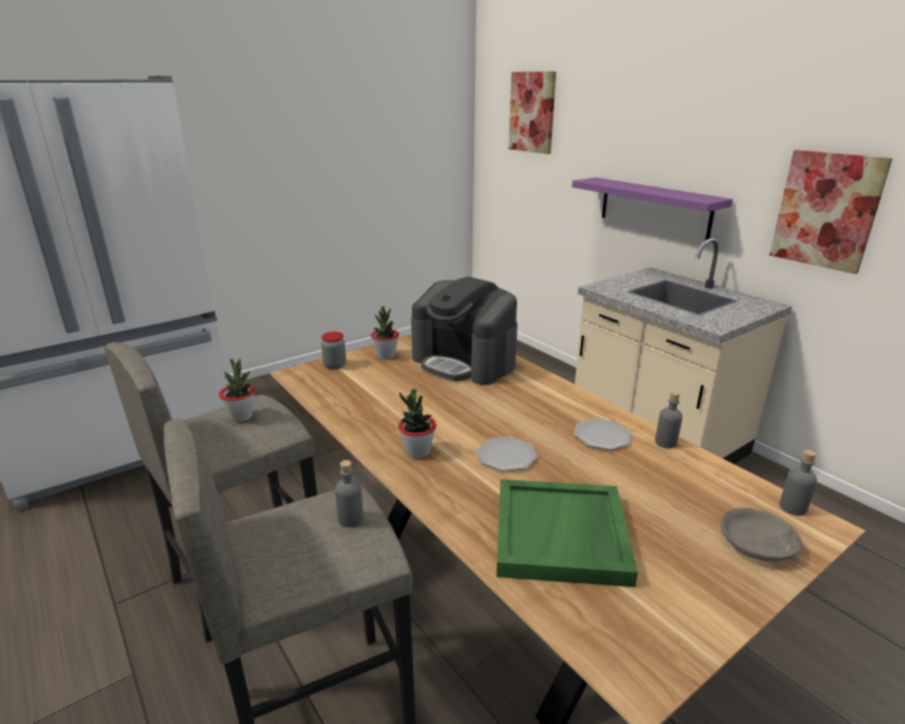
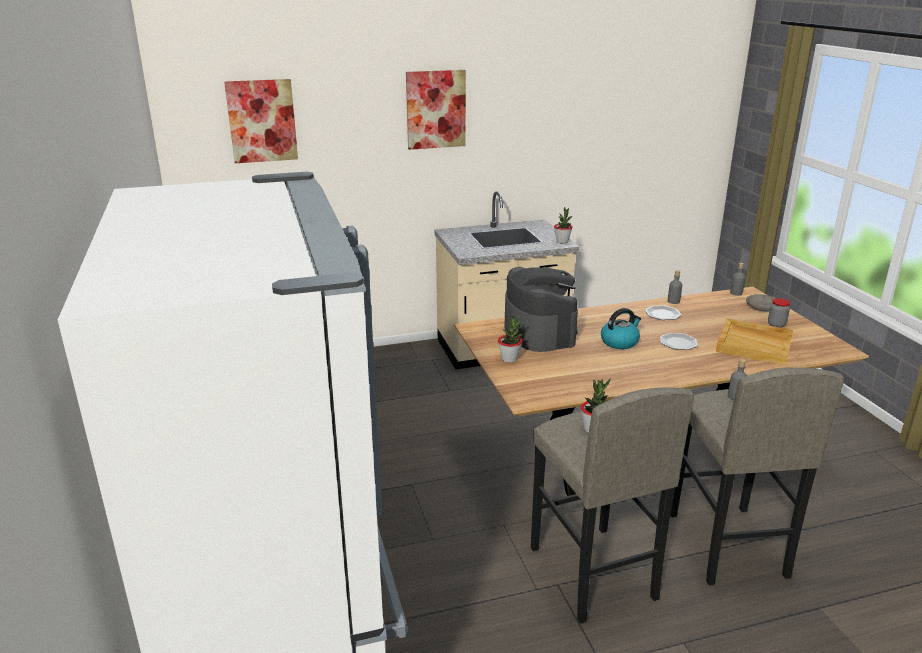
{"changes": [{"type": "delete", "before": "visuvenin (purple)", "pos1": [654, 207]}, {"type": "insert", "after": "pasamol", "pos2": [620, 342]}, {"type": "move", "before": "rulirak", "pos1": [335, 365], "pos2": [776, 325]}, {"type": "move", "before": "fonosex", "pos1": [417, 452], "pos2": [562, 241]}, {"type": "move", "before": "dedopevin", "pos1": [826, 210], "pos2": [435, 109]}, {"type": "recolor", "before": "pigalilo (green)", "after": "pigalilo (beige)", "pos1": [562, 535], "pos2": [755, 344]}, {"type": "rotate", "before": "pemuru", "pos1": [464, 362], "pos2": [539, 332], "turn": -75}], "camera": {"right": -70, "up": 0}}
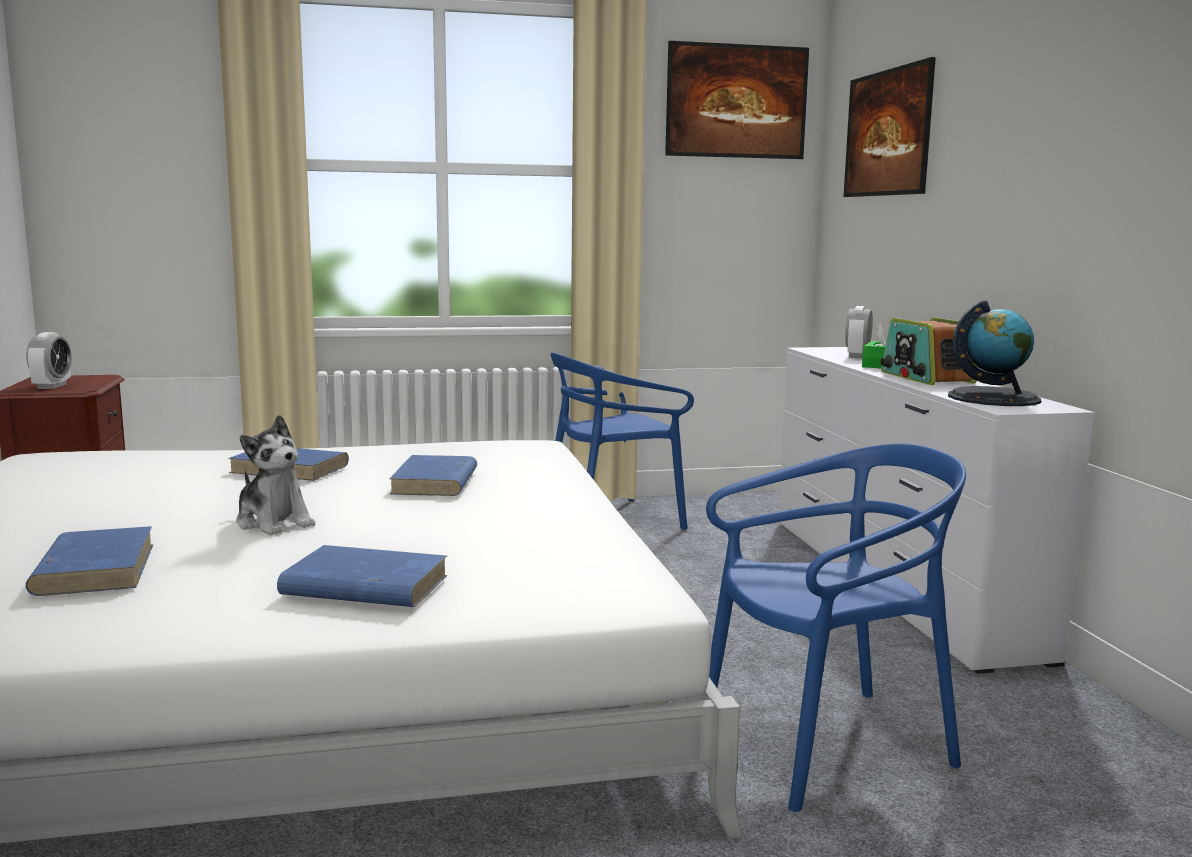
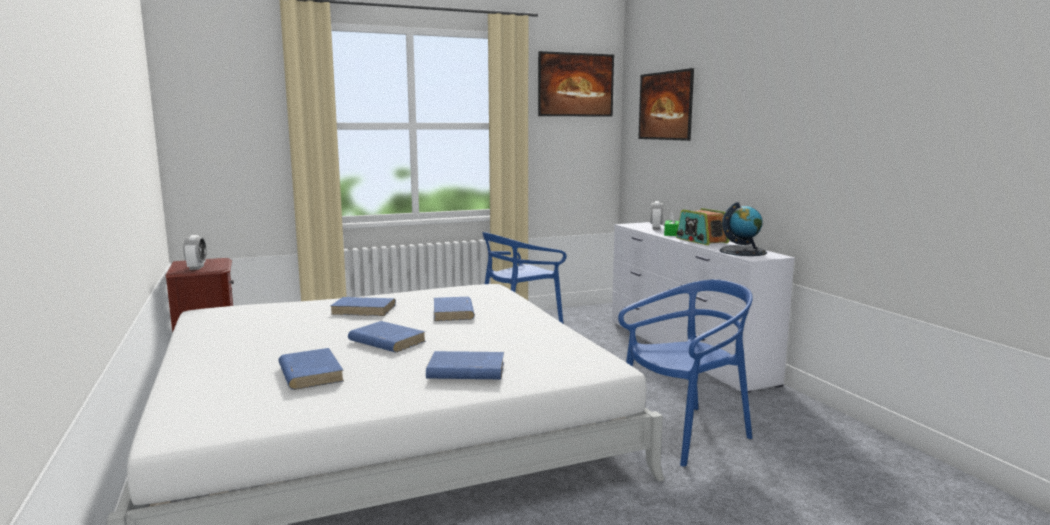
{"changes": [{"type": "replace", "before": "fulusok", "after": "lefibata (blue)", "pos1": [274, 522], "pos2": [386, 341]}], "camera": {"right": -10, "up": 0}}
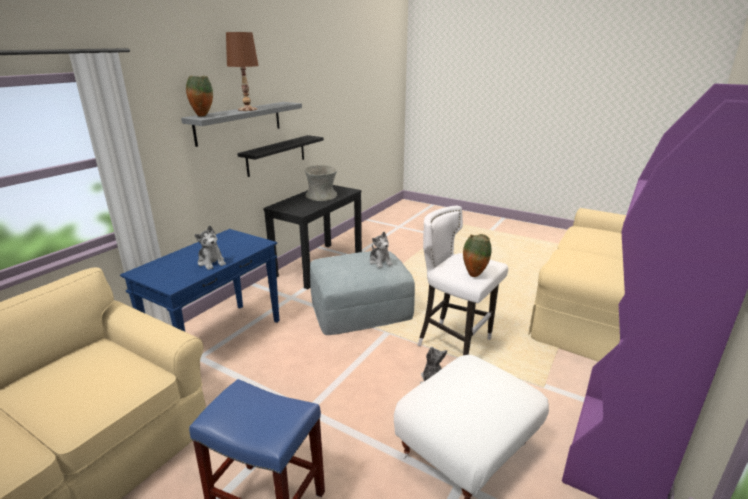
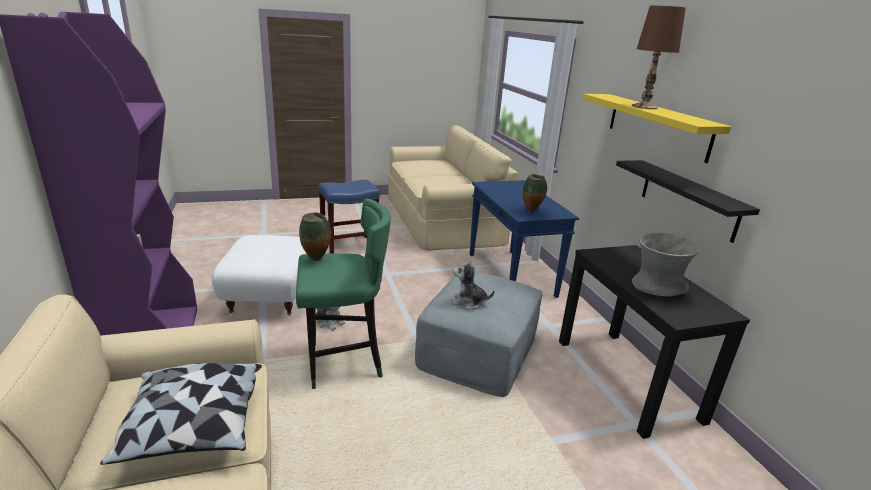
{"changes": [{"type": "delete", "before": "fulusok", "pos1": [211, 262]}, {"type": "insert", "after": "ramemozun", "pos2": [194, 427]}, {"type": "move", "before": "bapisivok", "pos1": [203, 116], "pos2": [532, 211]}, {"type": "recolor", "before": "visuvenin (grey)", "after": "visuvenin (yellow)", "pos1": [239, 122], "pos2": [657, 125]}, {"type": "recolor", "before": "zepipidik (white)", "after": "zepipidik (green)", "pos1": [455, 344], "pos2": [343, 363]}], "camera": {"right": 130, "up": 0}}
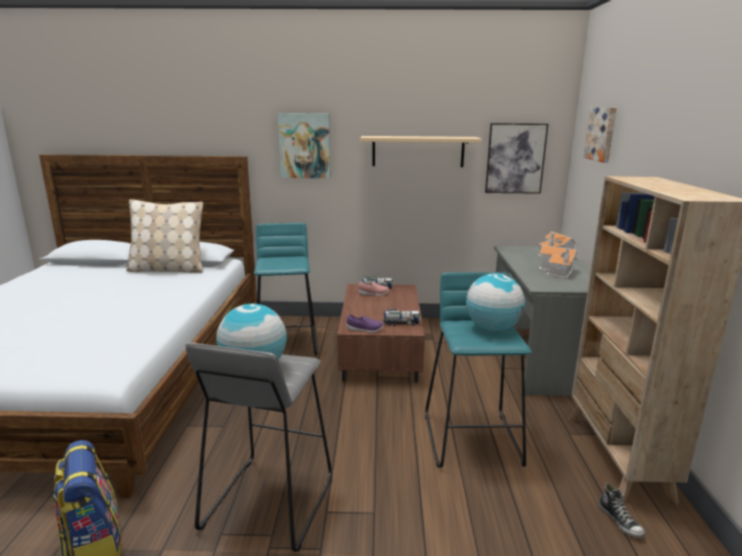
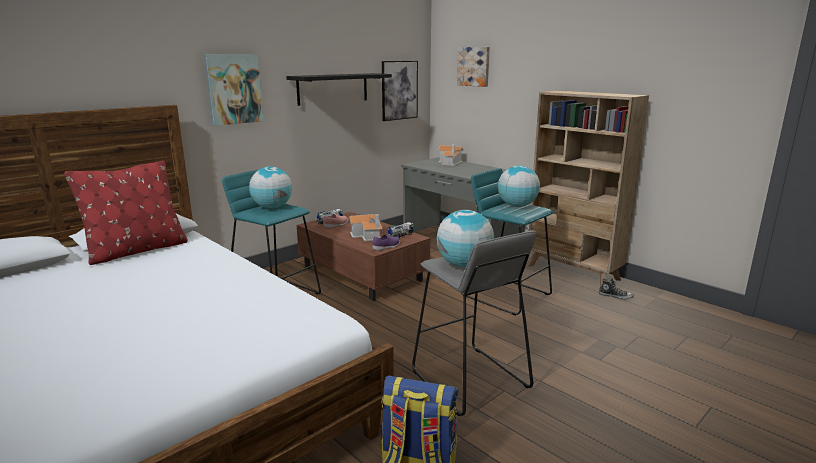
{"changes": [{"type": "insert", "after": "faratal", "pos2": [272, 207]}, {"type": "move", "before": "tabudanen", "pos1": [558, 271], "pos2": [367, 235]}, {"type": "recolor", "before": "ramemozun (beige)", "after": "ramemozun (red)", "pos1": [168, 269], "pos2": [137, 250]}, {"type": "recolor", "before": "visuvenin (beige)", "after": "visuvenin (black)", "pos1": [418, 151], "pos2": [333, 88]}], "camera": {"right": -45, "up": 0}}
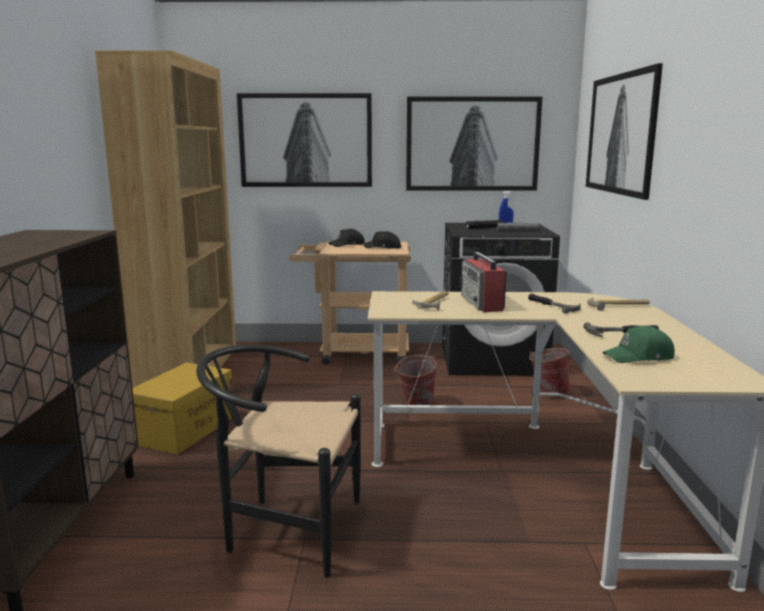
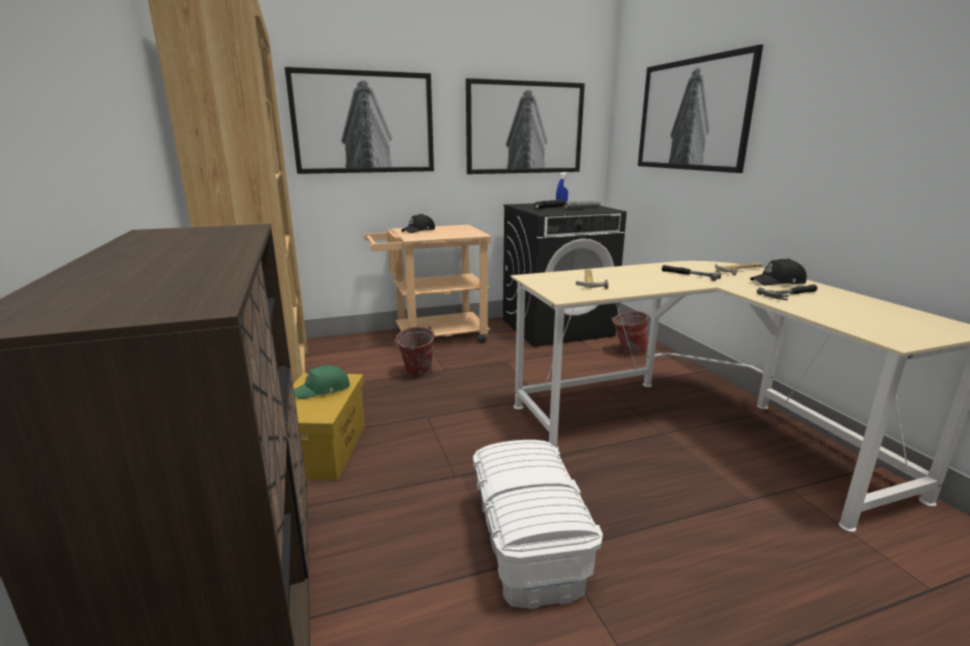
{"changes": [{"type": "delete", "before": "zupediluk", "pos1": [482, 303]}, {"type": "move", "before": "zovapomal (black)", "pos1": [382, 247], "pos2": [778, 282]}, {"type": "move", "before": "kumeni", "pos1": [415, 405], "pos2": [416, 373]}, {"type": "move", "before": "zovapomal (green)", "pos1": [639, 357], "pos2": [322, 390]}, {"type": "replace", "before": "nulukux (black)", "after": "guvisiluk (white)", "pos1": [284, 528], "pos2": [528, 544]}], "camera": {"right": -20, "up": 5}}
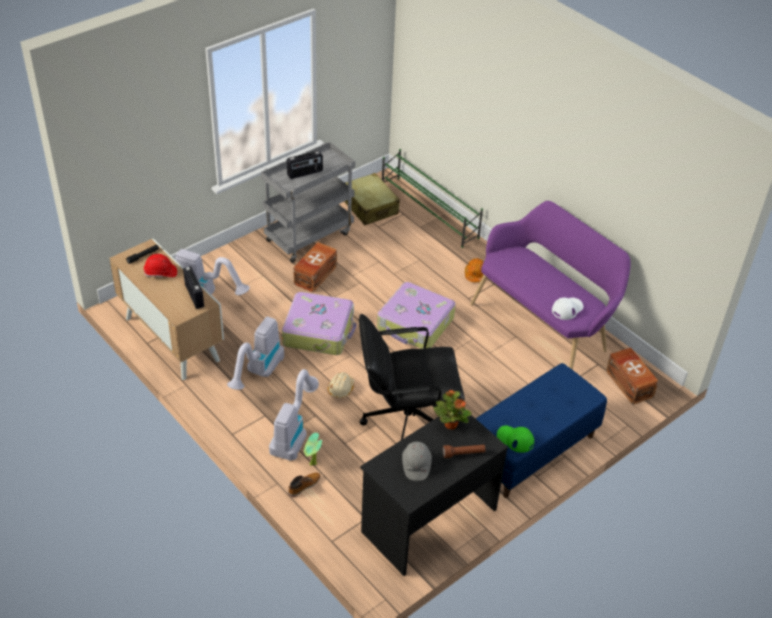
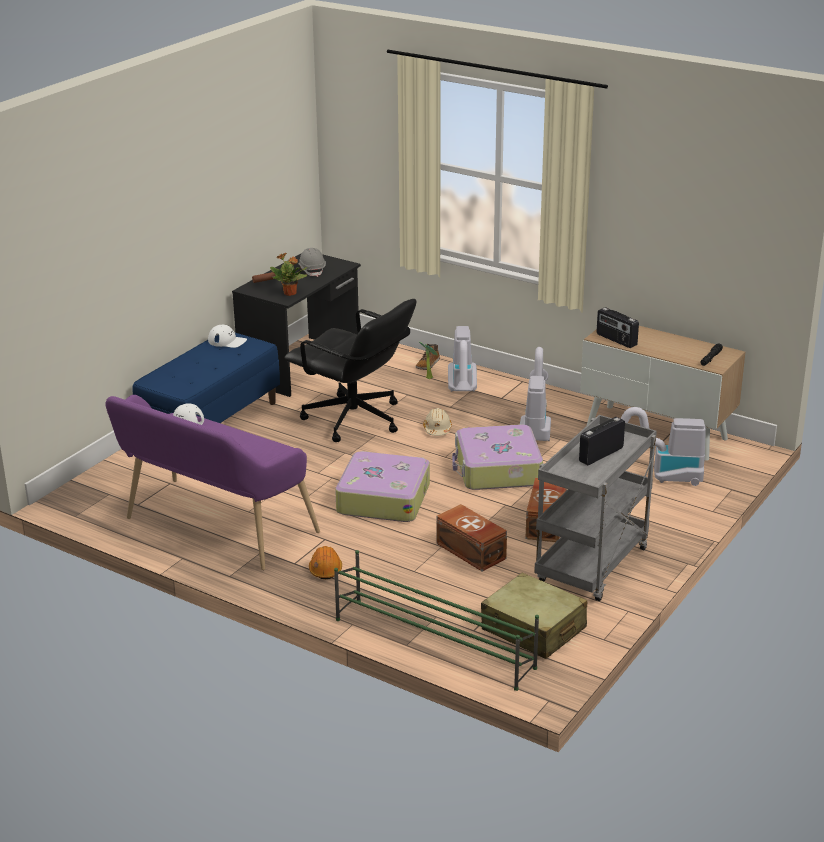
{"changes": [{"type": "delete", "before": "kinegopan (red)", "pos1": [160, 273]}, {"type": "move", "before": "guvisiluk (brown)", "pos1": [629, 383], "pos2": [471, 552]}, {"type": "recolor", "before": "zovapomal (green)", "after": "zovapomal (white)", "pos1": [515, 439], "pos2": [227, 341]}, {"type": "rotate", "before": "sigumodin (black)", "pos1": [405, 420], "pos2": [354, 420], "turn": 60}], "camera": {"right": 165, "up": -15}}
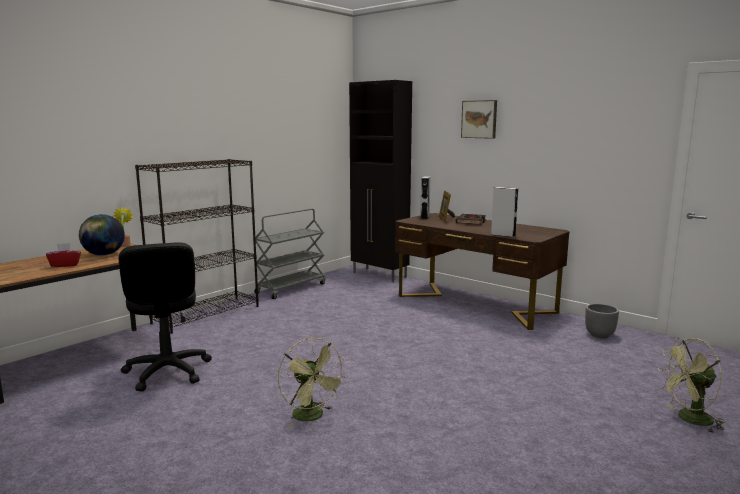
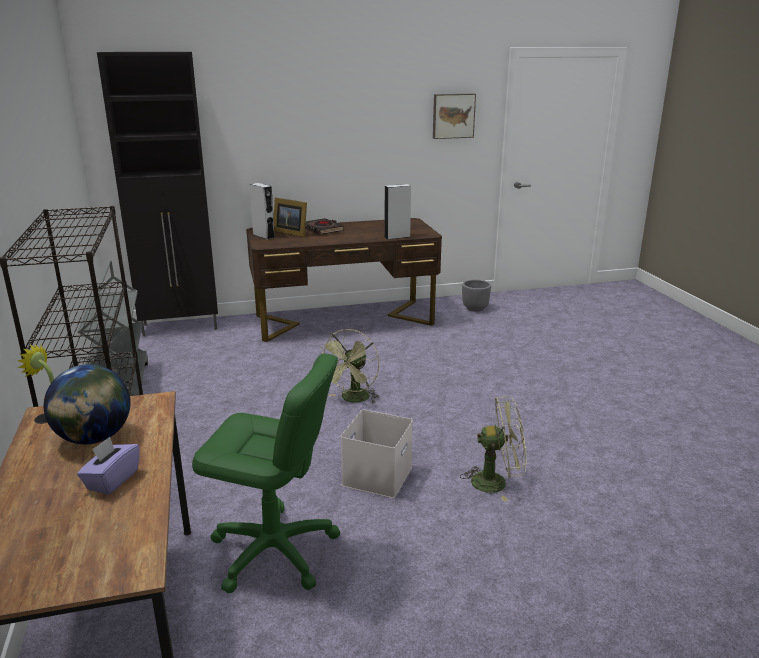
{"changes": [{"type": "insert", "after": "guvisiluk (white)", "pos2": [376, 475]}, {"type": "move", "before": "dedopevin", "pos1": [479, 119], "pos2": [453, 116]}, {"type": "move", "before": "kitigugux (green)", "pos1": [689, 419], "pos2": [353, 399]}, {"type": "recolor", "before": "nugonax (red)", "after": "nugonax (purple)", "pos1": [65, 265], "pos2": [112, 480]}, {"type": "recolor", "before": "sigumodin (black)", "after": "sigumodin (green)", "pos1": [167, 372], "pos2": [274, 551]}], "camera": {"right": -55, "up": 10}}
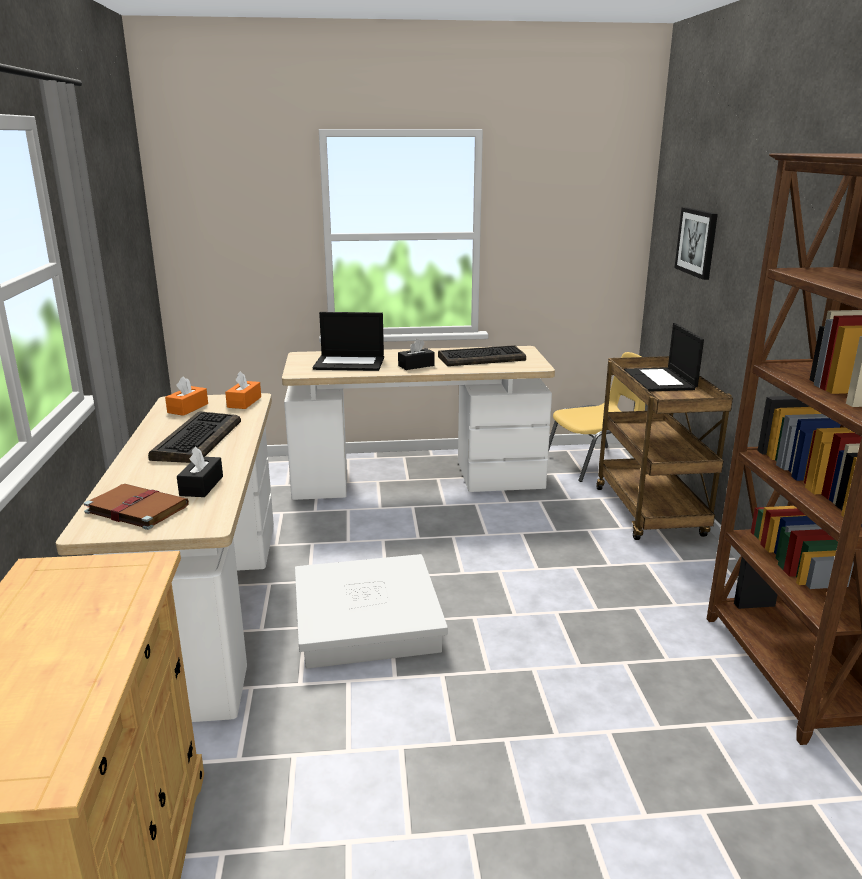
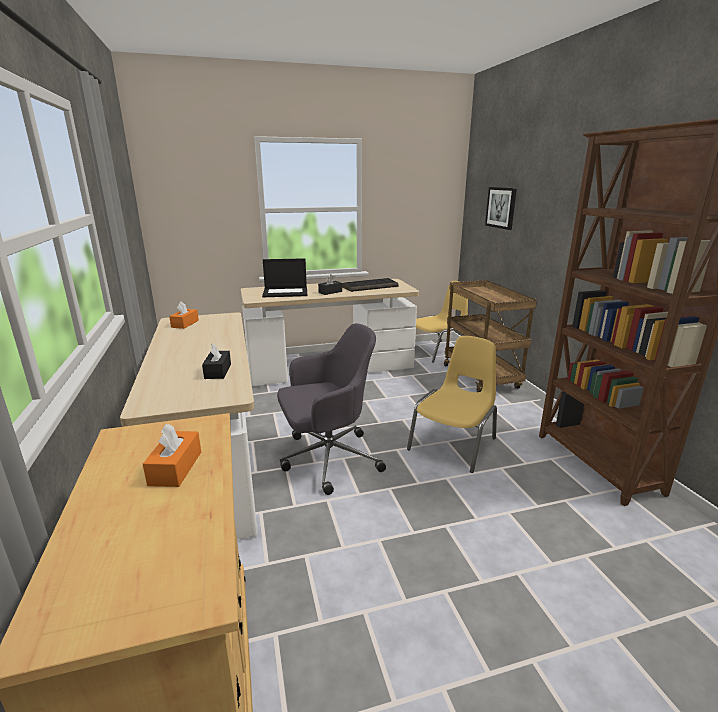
{"changes": [{"type": "delete", "before": "lefibata (brown)", "pos1": [135, 509]}, {"type": "delete", "before": "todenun", "pos1": [197, 439]}, {"type": "delete", "before": "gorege", "pos1": [660, 380]}, {"type": "insert", "after": "nulukux (yellow)", "pos2": [454, 444]}, {"type": "move", "before": "nugonax (orange)", "pos1": [244, 402], "pos2": [175, 468]}, {"type": "replace", "before": "guvisiluk (white)", "after": "sigumodin (grey)", "pos1": [367, 621], "pos2": [327, 459]}], "camera": {"right": -10, "up": 0}}
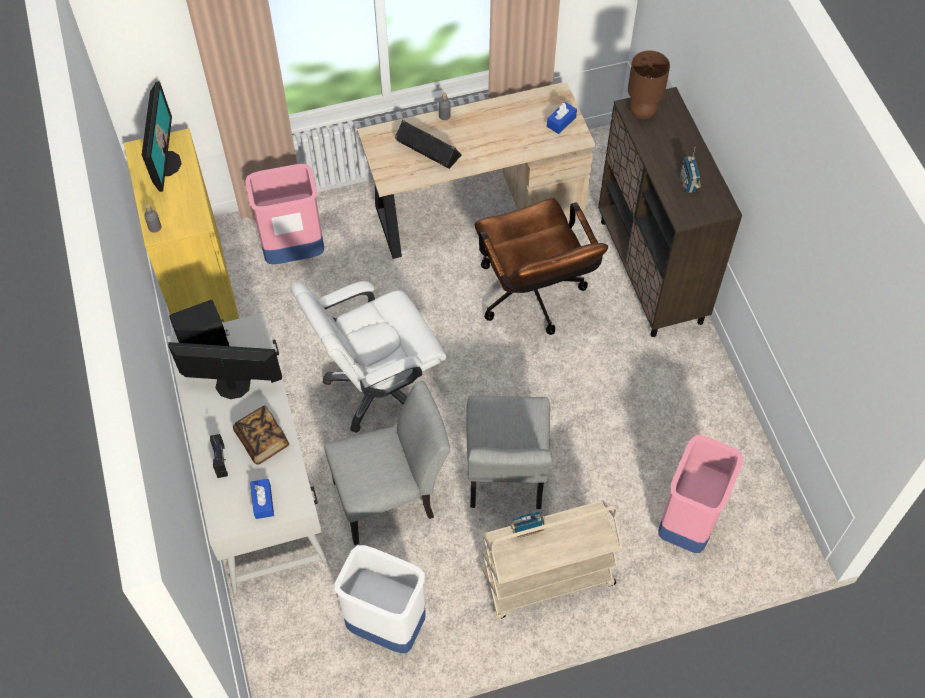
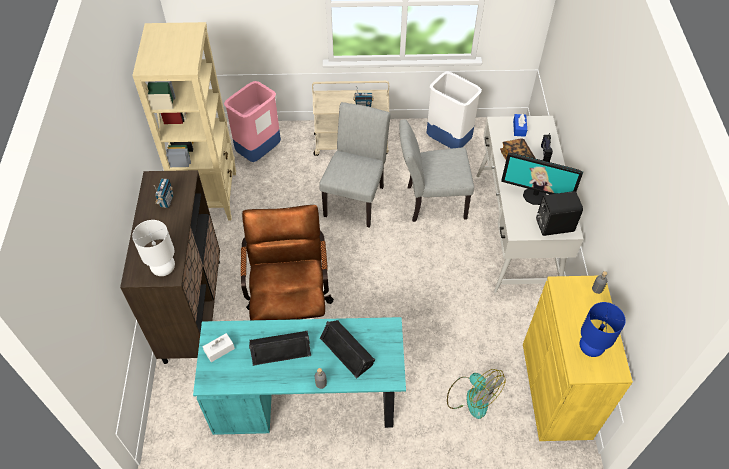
{"changes": [{"type": "delete", "before": "sigumodin (white)", "pos1": [378, 387]}, {"type": "insert", "after": "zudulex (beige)", "pos2": [210, 195]}, {"type": "insert", "after": "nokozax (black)", "pos2": [280, 349]}, {"type": "replace", "before": "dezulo", "after": "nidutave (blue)", "pos1": [165, 163], "pos2": [590, 348]}, {"type": "replace", "before": "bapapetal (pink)", "after": "kitigugux", "pos1": [294, 252], "pos2": [472, 396]}, {"type": "recolor", "before": "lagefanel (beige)", "after": "lagefanel (turquoise)", "pos1": [474, 209], "pos2": [307, 400]}, {"type": "recolor", "before": "nugonax (blue)", "after": "nugonax (white)", "pos1": [561, 122], "pos2": [219, 350]}, {"type": "recolor", "before": "nidutave (brown)", "after": "nidutave (white)", "pos1": [641, 112], "pos2": [164, 269]}], "camera": {"right": -165, "up": -5}}
